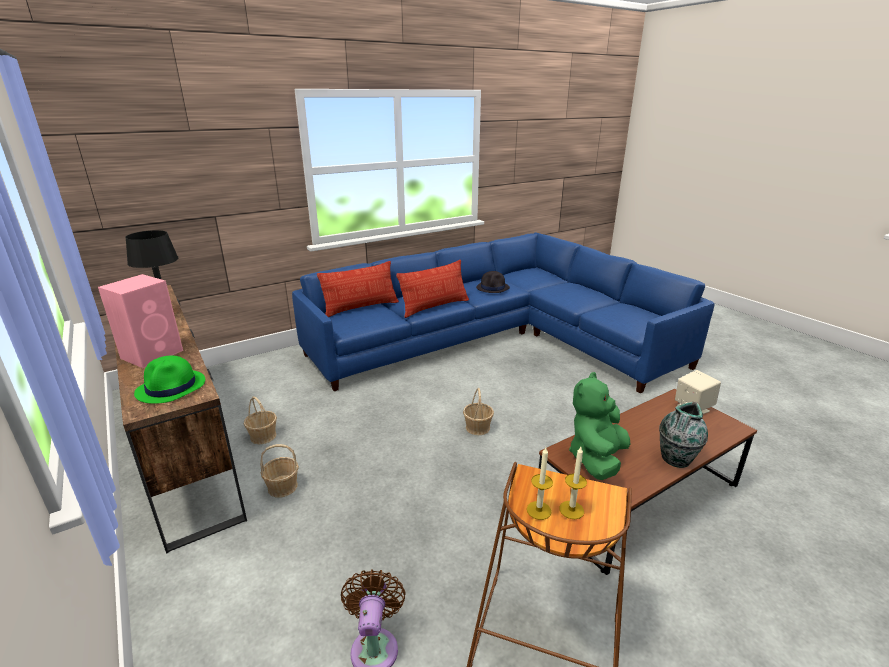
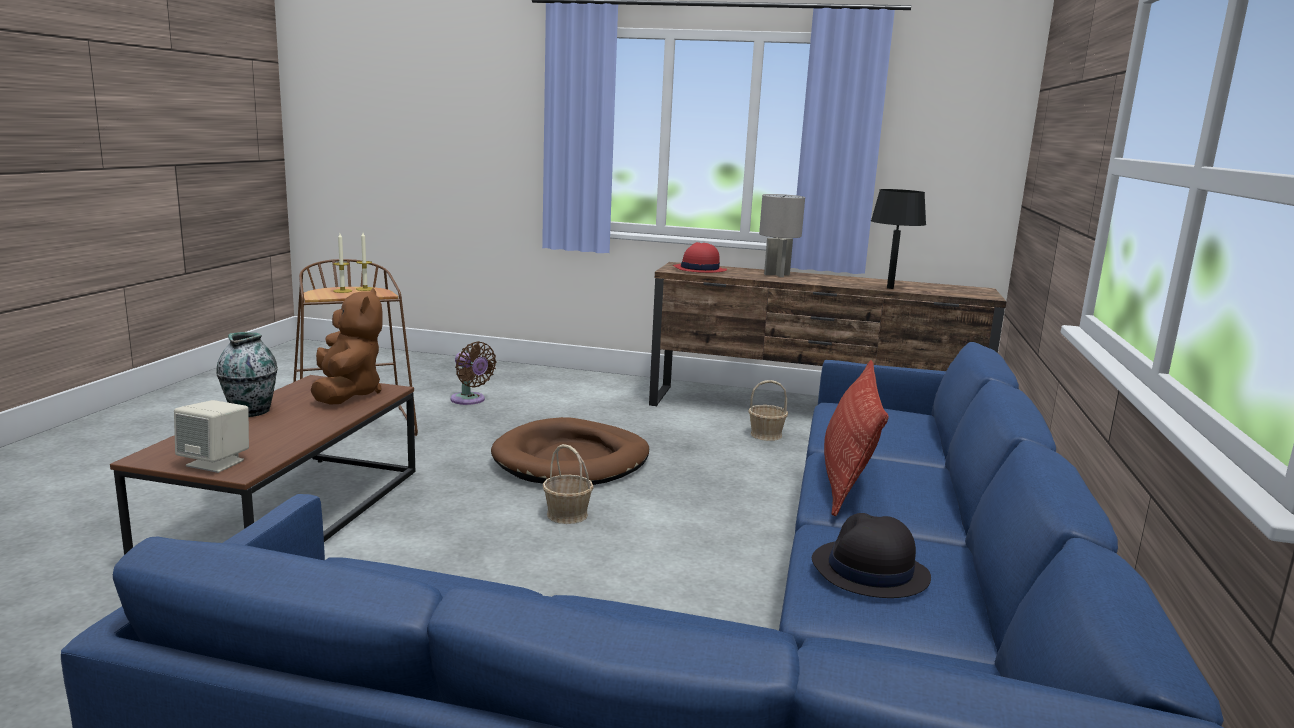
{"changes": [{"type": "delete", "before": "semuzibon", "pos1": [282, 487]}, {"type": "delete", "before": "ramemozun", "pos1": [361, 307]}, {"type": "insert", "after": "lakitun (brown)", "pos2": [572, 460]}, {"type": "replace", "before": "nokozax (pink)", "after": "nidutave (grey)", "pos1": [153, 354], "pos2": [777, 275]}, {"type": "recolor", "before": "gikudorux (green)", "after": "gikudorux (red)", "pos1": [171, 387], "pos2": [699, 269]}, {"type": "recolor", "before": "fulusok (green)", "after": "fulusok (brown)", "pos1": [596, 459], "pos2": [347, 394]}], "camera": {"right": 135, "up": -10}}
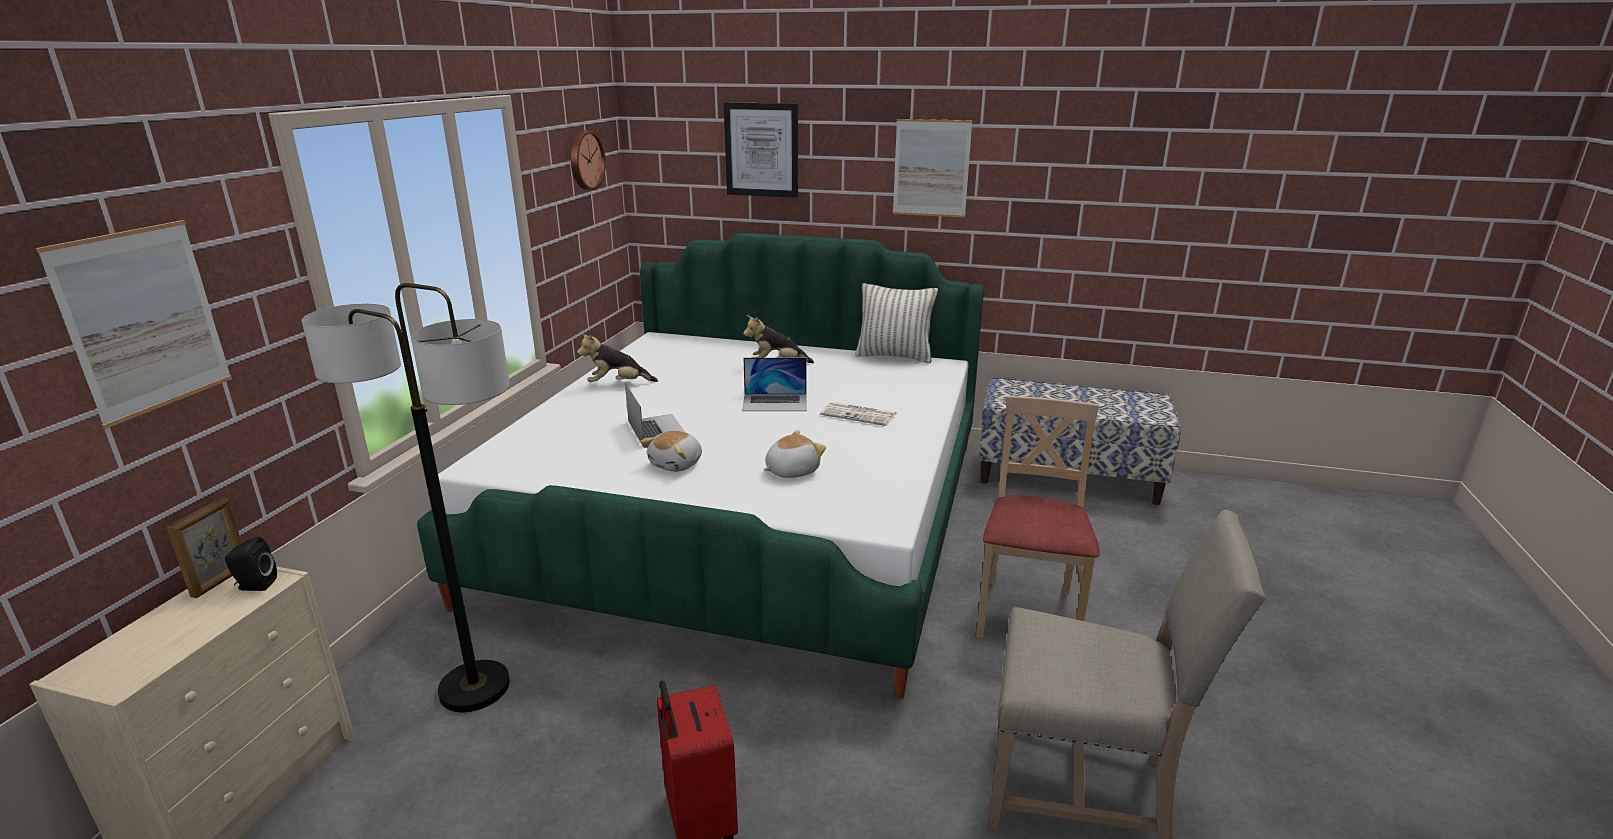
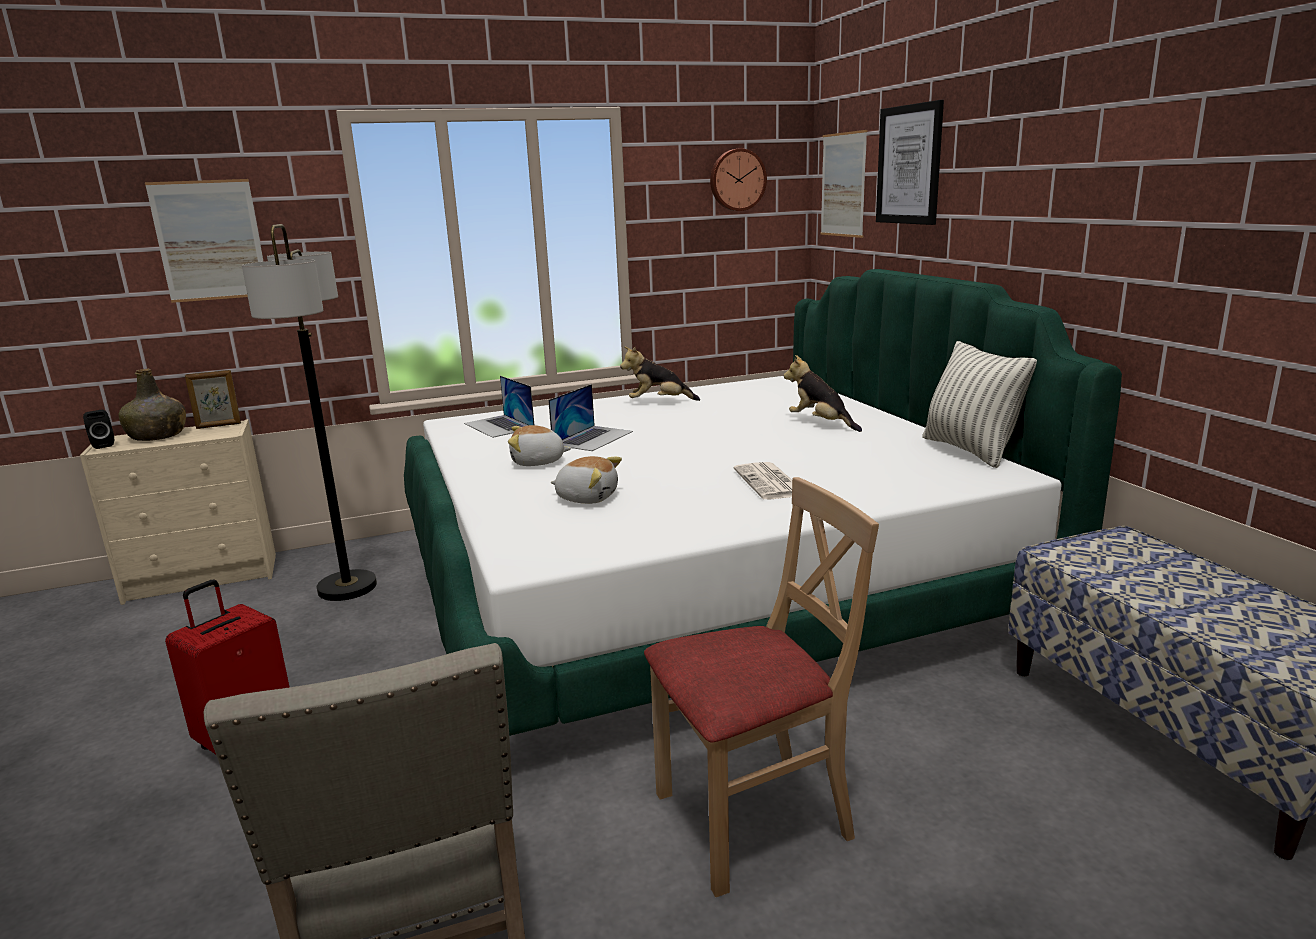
{"changes": [{"type": "insert", "after": "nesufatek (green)", "pos2": [158, 436]}, {"type": "move", "before": "nokozax (black)", "pos1": [255, 585], "pos2": [102, 445]}, {"type": "move", "before": "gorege", "pos1": [775, 402], "pos2": [499, 426]}, {"type": "move", "before": "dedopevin", "pos1": [931, 168], "pos2": [843, 185]}, {"type": "rotate", "before": "fulusok", "pos1": [617, 384], "pos2": [658, 402], "turn": -45}], "camera": {"right": 55, "up": -5}}
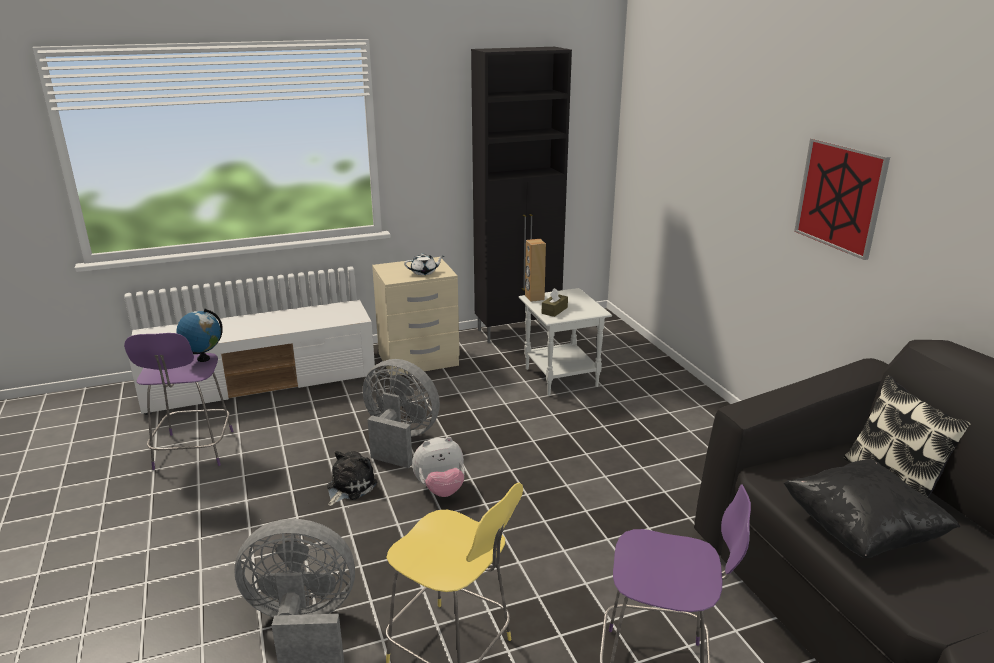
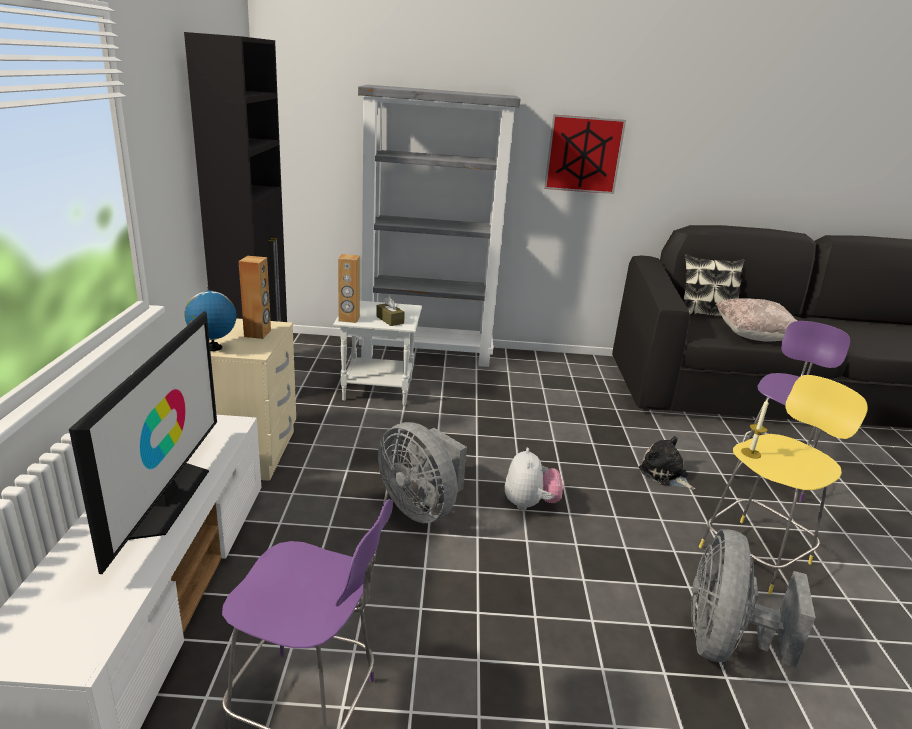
{"changes": [{"type": "insert", "after": "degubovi", "pos2": [166, 499]}, {"type": "insert", "after": "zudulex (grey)", "pos2": [427, 353]}, {"type": "insert", "after": "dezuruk", "pos2": [751, 453]}, {"type": "move", "before": "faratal", "pos1": [203, 359], "pos2": [213, 348]}, {"type": "move", "before": "fulusok", "pos1": [349, 487], "pos2": [665, 474]}, {"type": "replace", "before": "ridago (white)", "after": "nokozax (brown)", "pos1": [424, 272], "pos2": [258, 333]}, {"type": "recolor", "before": "ramemozun (black)", "after": "ramemozun (beige)", "pos1": [861, 531], "pos2": [754, 336]}, {"type": "rotate", "before": "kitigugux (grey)", "pos1": [400, 440], "pos2": [421, 507], "turn": -90}], "camera": {"right": -70, "up": 0}}
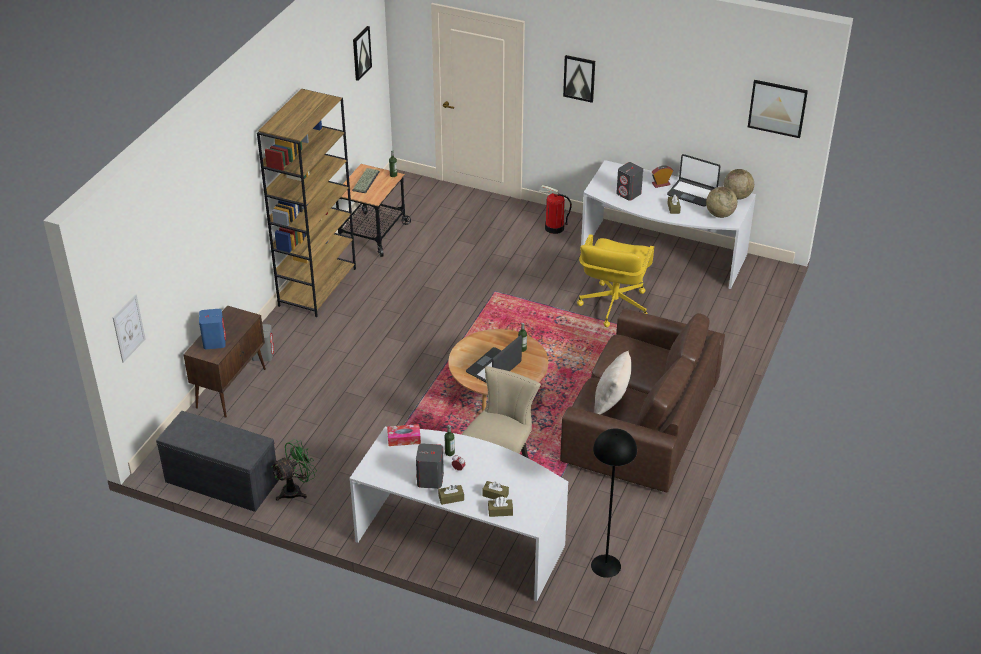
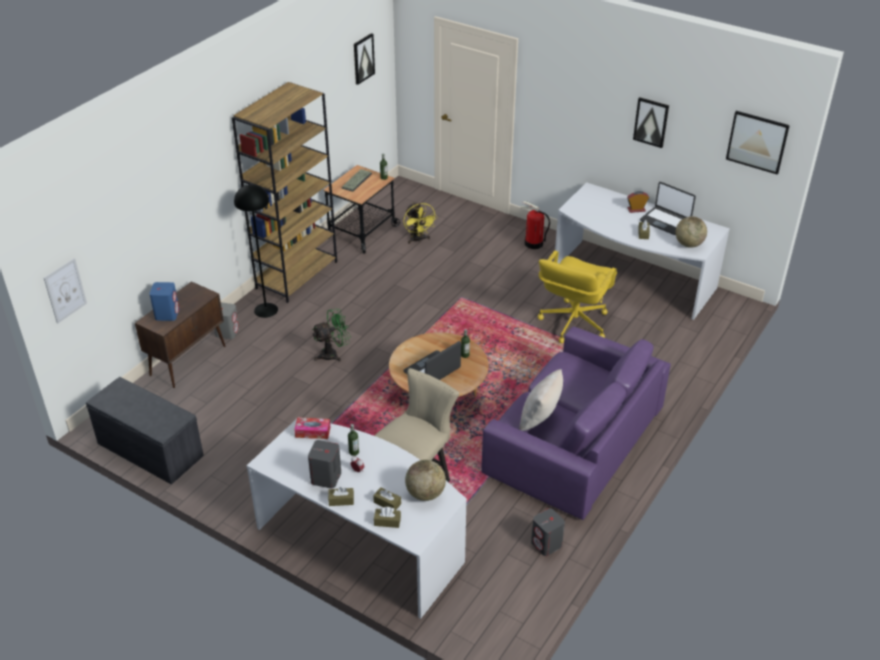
{"changes": [{"type": "insert", "after": "kitigugux (yellow)", "pos2": [418, 240]}, {"type": "move", "before": "kitigugux (green)", "pos1": [296, 490], "pos2": [333, 354]}, {"type": "move", "before": "dedopevin", "pos1": [579, 78], "pos2": [651, 122]}, {"type": "move", "before": "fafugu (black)", "pos1": [605, 565], "pos2": [266, 310]}, {"type": "move", "before": "nokozax (grey)", "pos1": [629, 194], "pos2": [546, 544]}, {"type": "move", "before": "faratal", "pos1": [737, 196], "pos2": [425, 493]}, {"type": "recolor", "before": "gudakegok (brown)", "after": "gudakegok (purple)", "pos1": [640, 420], "pos2": [573, 441]}], "camera": {"right": 10, "up": 0}}
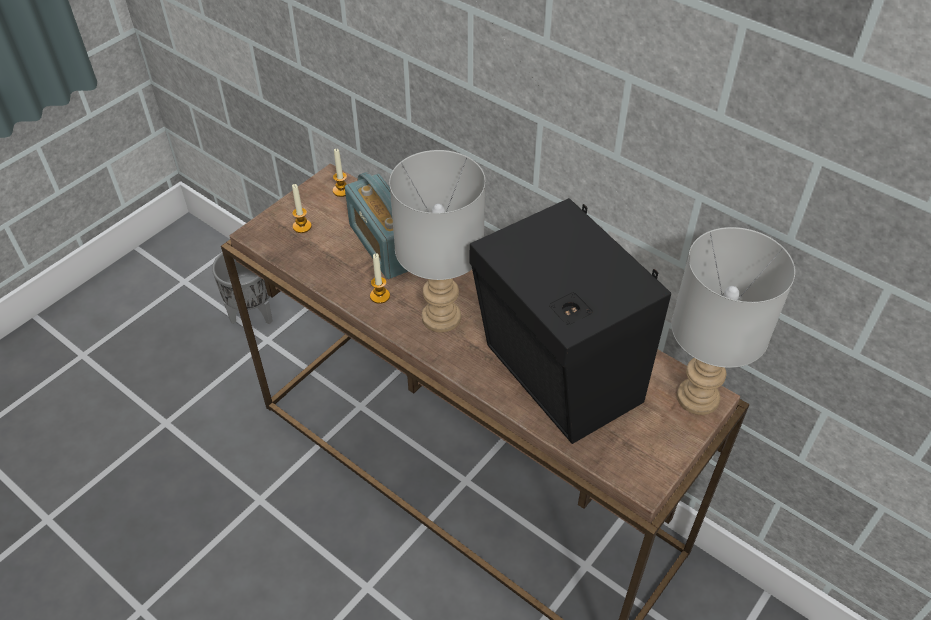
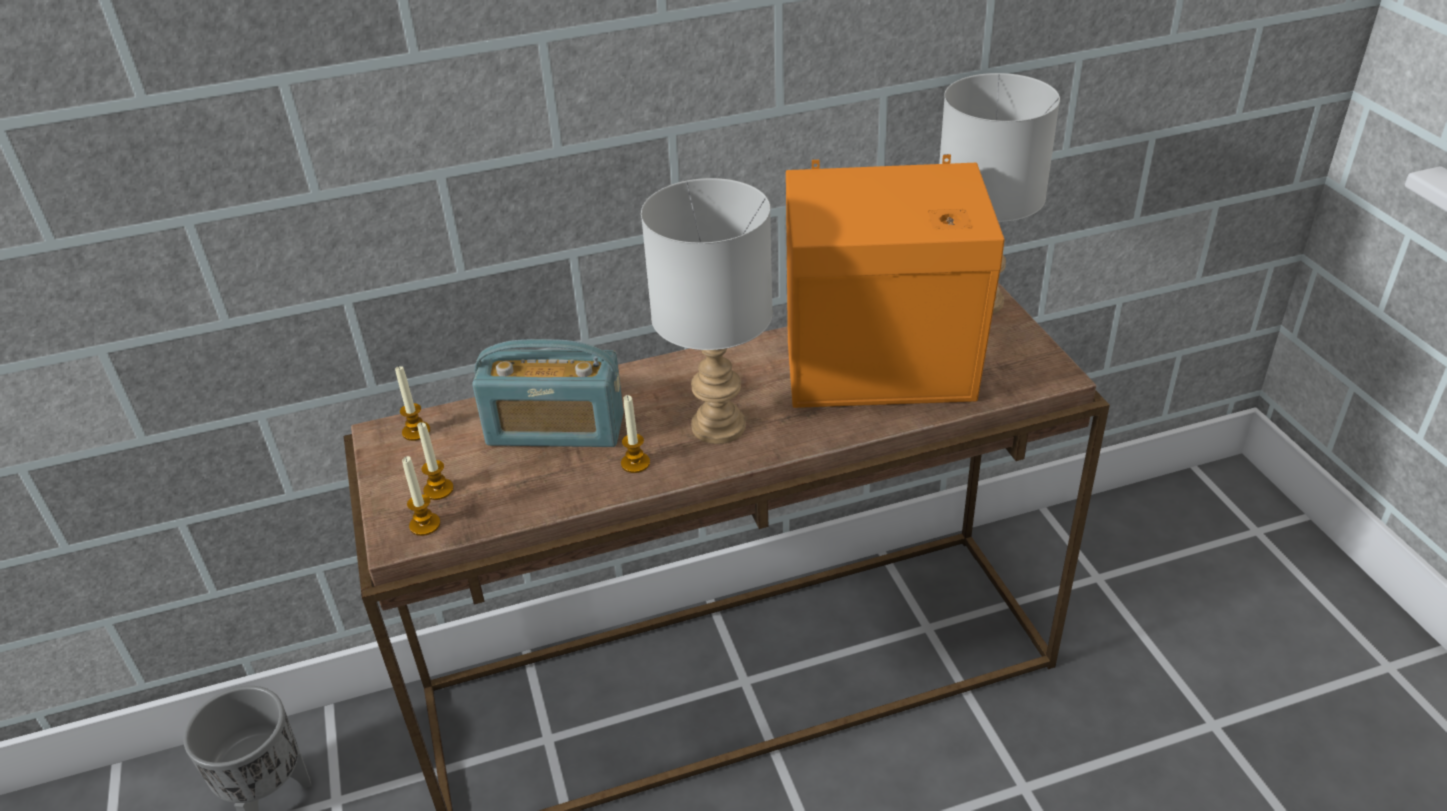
{"changes": [{"type": "insert", "after": "dezuruk", "pos2": [425, 525]}, {"type": "recolor", "before": "nokozax (black)", "after": "nokozax (orange)", "pos1": [558, 379], "pos2": [884, 377]}], "camera": {"right": -55, "up": -10}}
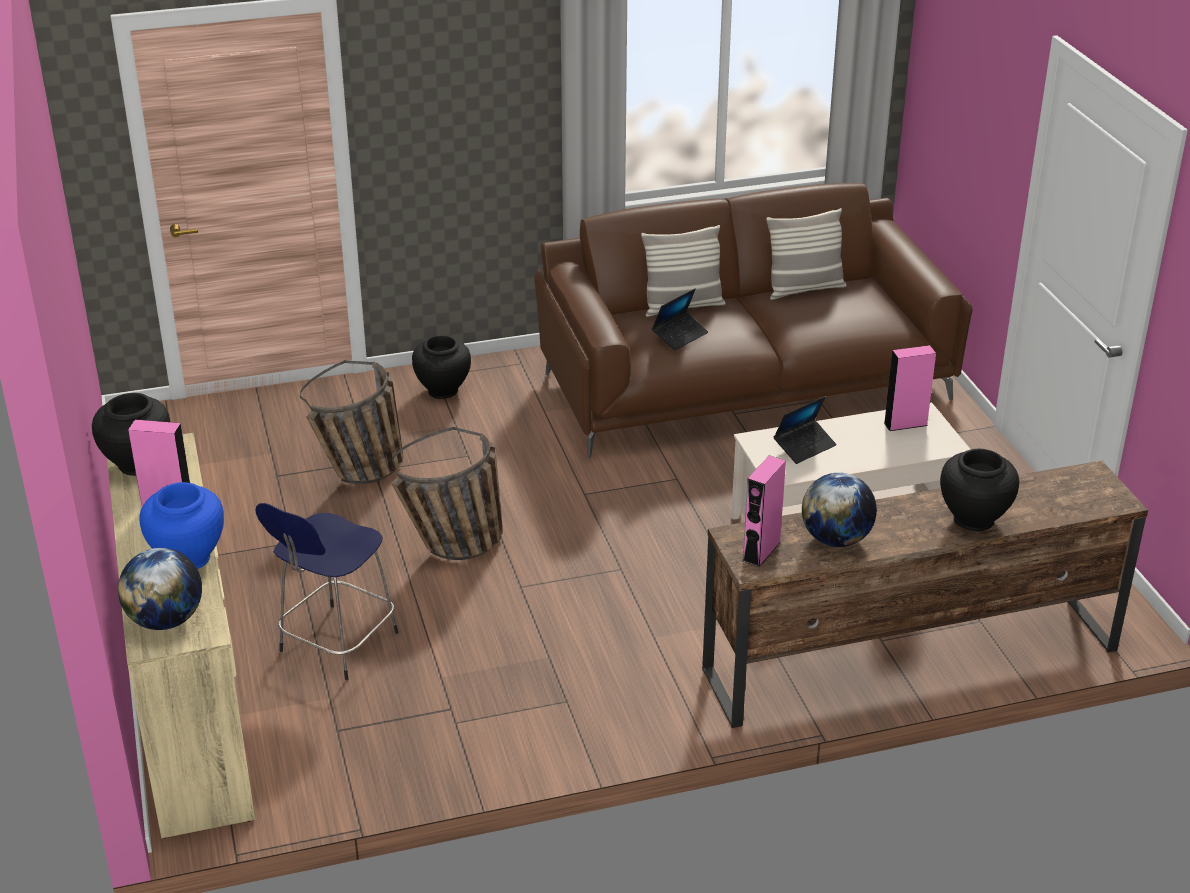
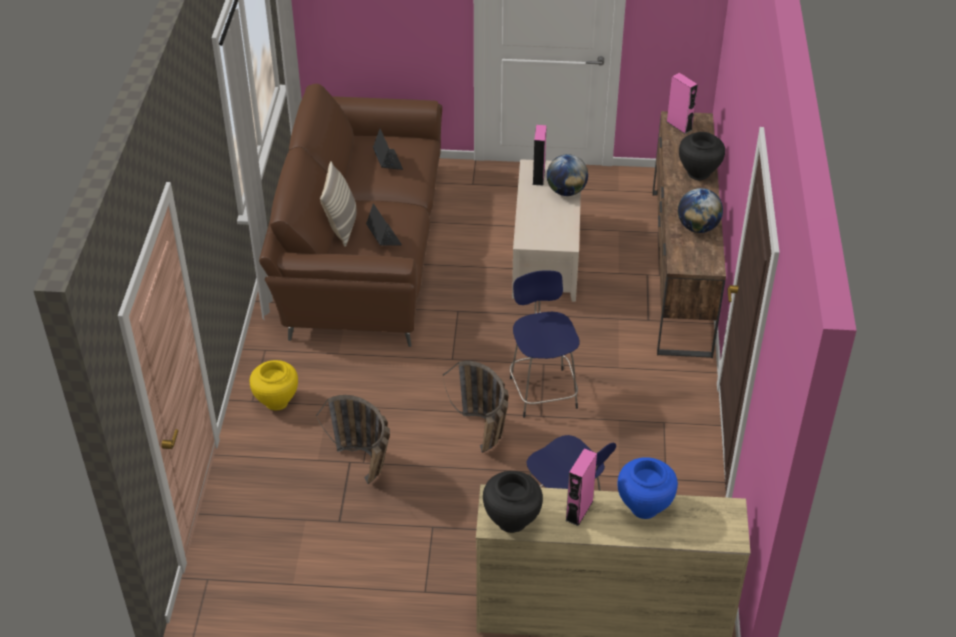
{"changes": [{"type": "delete", "before": "ramemozun", "pos1": [804, 289]}, {"type": "insert", "after": "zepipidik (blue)", "pos2": [542, 390]}, {"type": "move", "before": "faratal", "pos1": [165, 620], "pos2": [566, 191]}, {"type": "move", "before": "nokozax (pink)", "pos1": [761, 551], "pos2": [679, 125]}, {"type": "move", "before": "gorege", "pos1": [804, 446], "pos2": [387, 161]}, {"type": "recolor", "before": "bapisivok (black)", "after": "bapisivok (yellow)", "pos1": [443, 391], "pos2": [276, 401]}], "camera": {"right": -70, "up": 10}}
